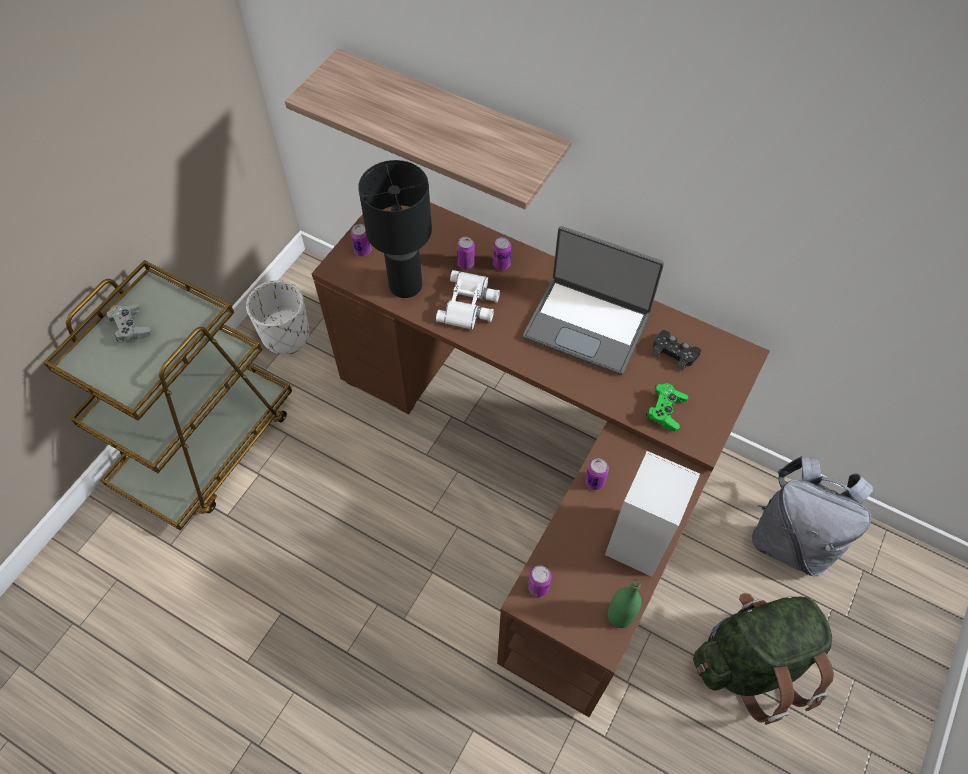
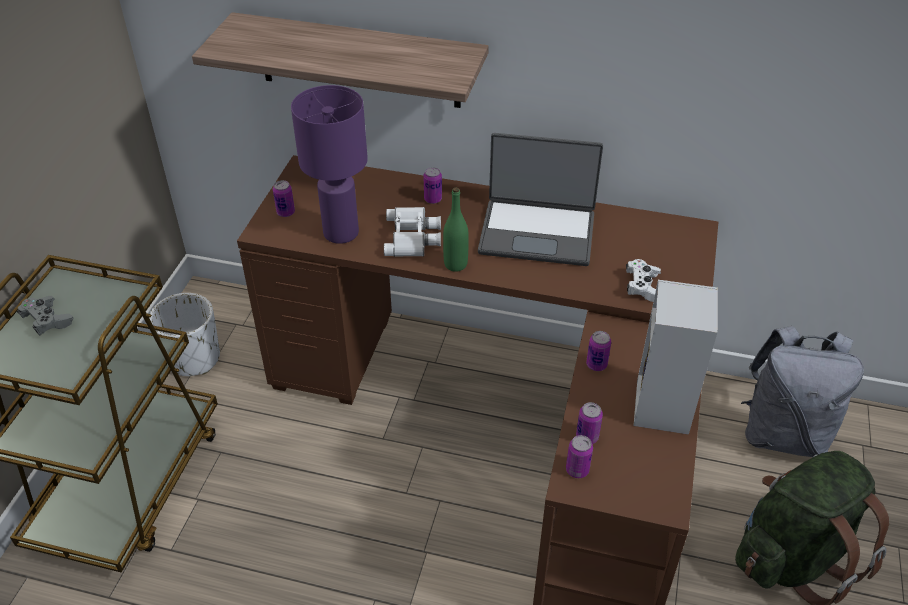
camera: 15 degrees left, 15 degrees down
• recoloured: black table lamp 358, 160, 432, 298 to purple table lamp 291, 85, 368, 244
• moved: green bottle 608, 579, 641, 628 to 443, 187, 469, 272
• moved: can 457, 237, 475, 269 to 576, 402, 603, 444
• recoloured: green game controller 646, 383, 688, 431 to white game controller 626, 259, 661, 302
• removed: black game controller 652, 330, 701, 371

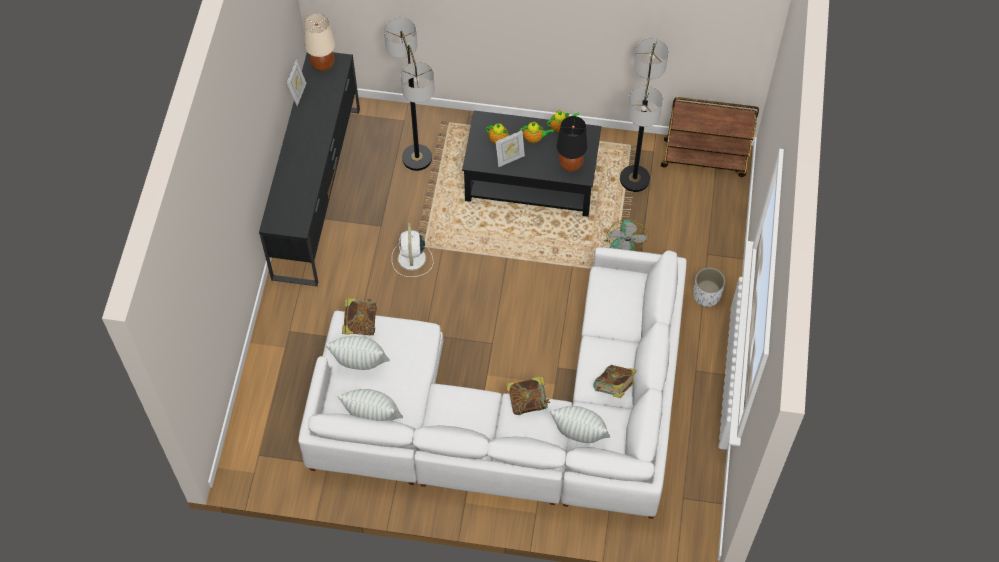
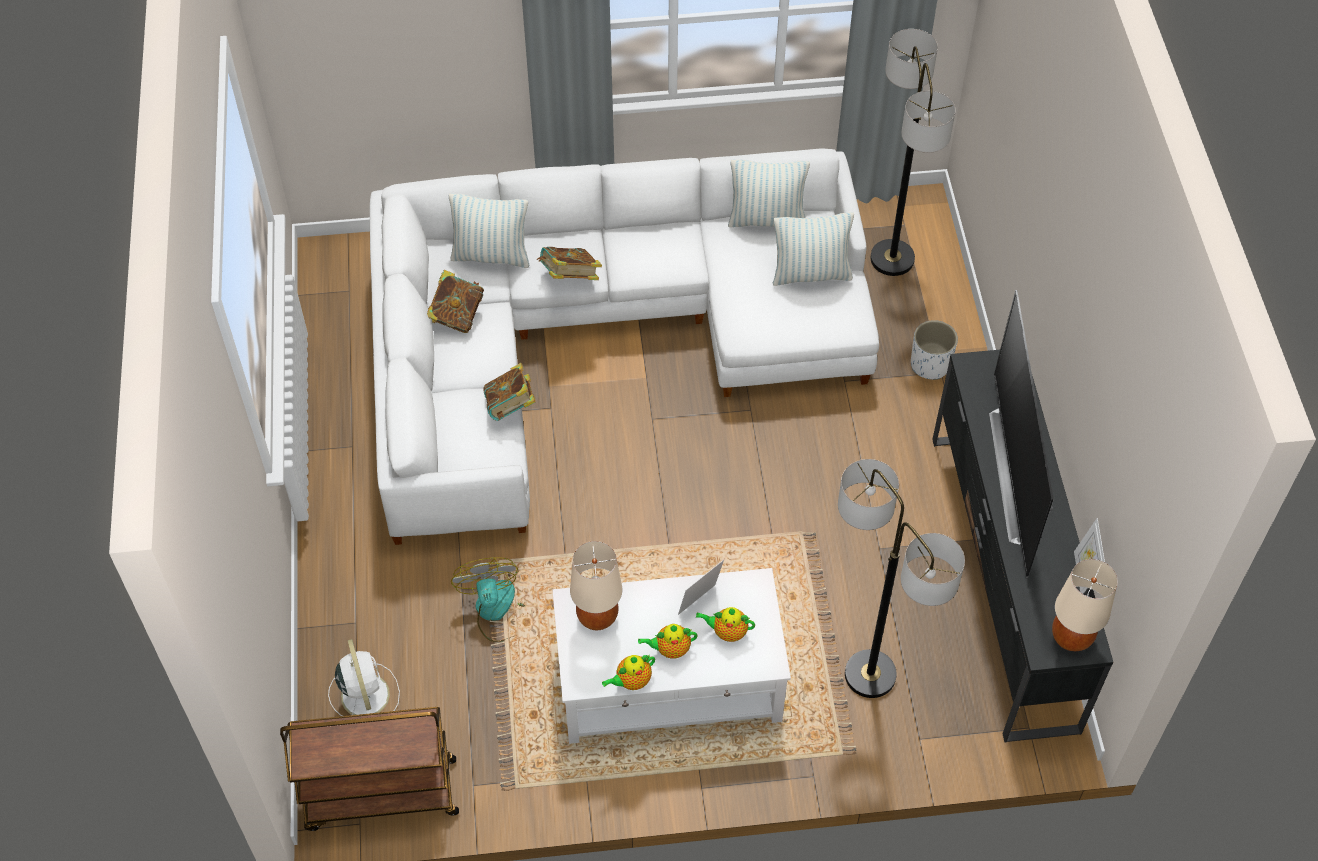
camera: 165 degrees right, 5 degrees down
• moved: white fan 392, 223, 433, 277 to 328, 639, 400, 716
• moved: book 342, 298, 377, 335 to 484, 363, 535, 421
• recoloured: black coffee table 462, 110, 601, 217 to white coffee table 552, 568, 791, 744
• recoloured: black table lamp 557, 116, 587, 172 to beige table lamp 570, 541, 622, 630
• moved: floor lamp 620, 38, 668, 192 to 870, 29, 955, 276
• moved: white planter 693, 268, 725, 307 to 911, 320, 958, 380
• added: television 989, 290, 1054, 577

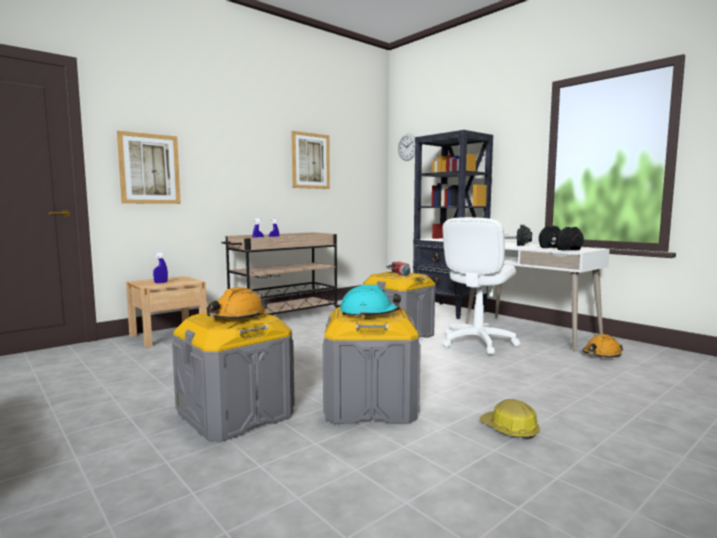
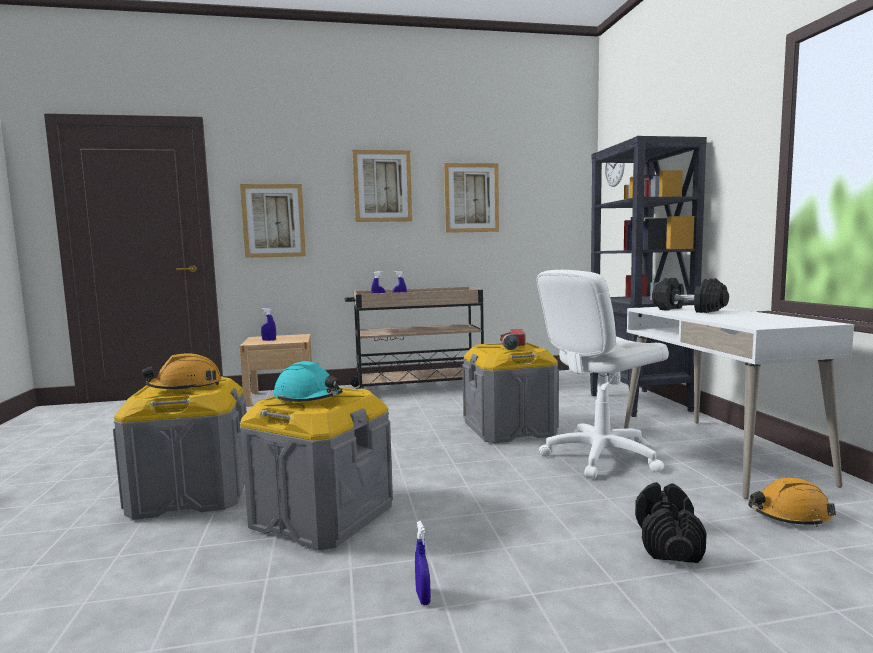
camera: 30 degrees right, 0 degrees up
• added: picture 352, 150, 412, 222
• replaced: hard hat 479, 399, 540, 439 to blue spray bottle 415, 521, 431, 605
• moved: black dumbbell 539, 226, 584, 251 to 635, 482, 707, 563

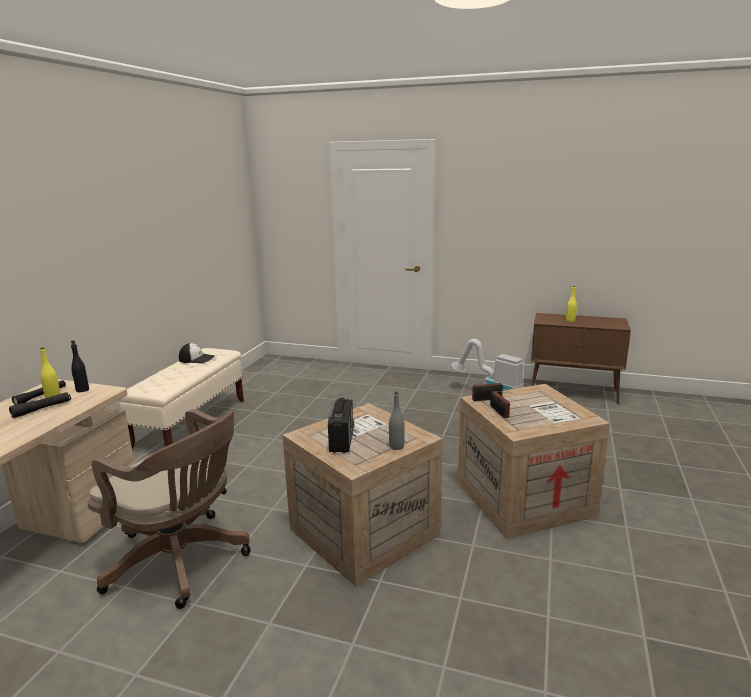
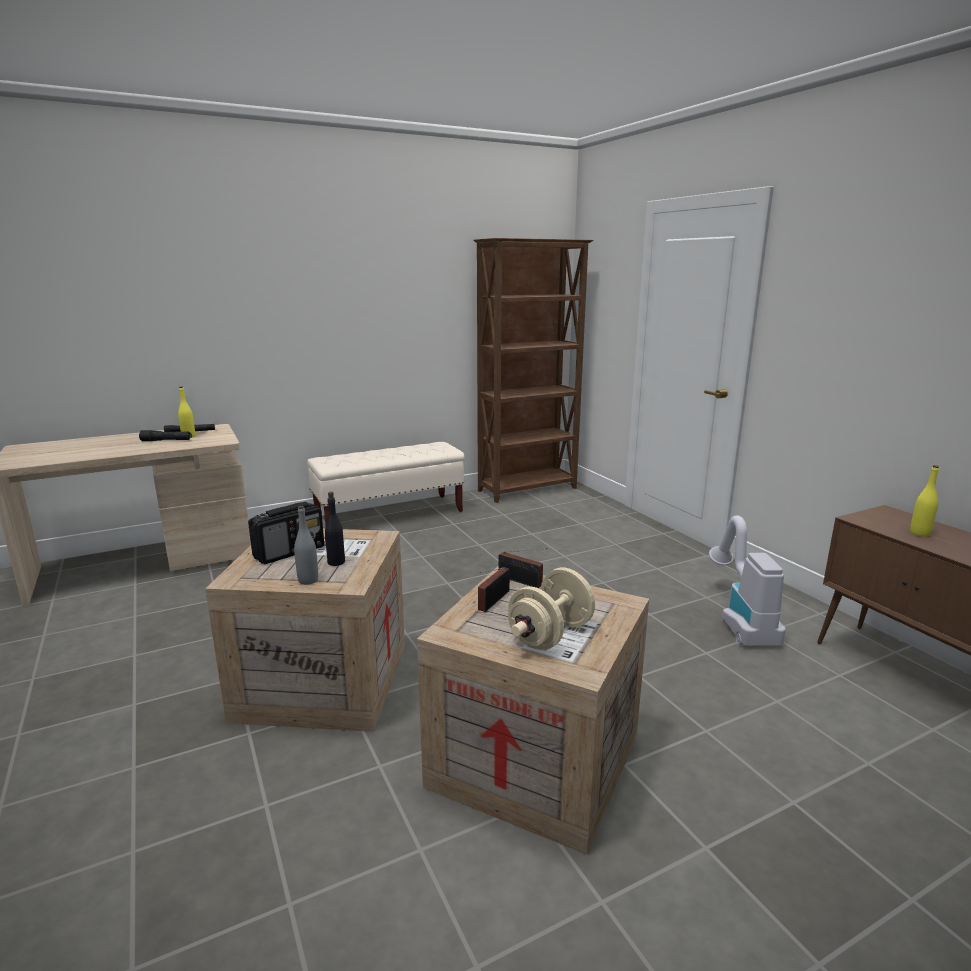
camera: 45 degrees right, 0 degrees up
• moved: black bottle 71, 340, 89, 392 to 325, 492, 345, 566
• added: brown bookcase 473, 238, 594, 503
• added: beige dumbbell 508, 568, 595, 650
• removed: brown office chair 88, 409, 251, 609
• removed: cap 179, 343, 215, 363

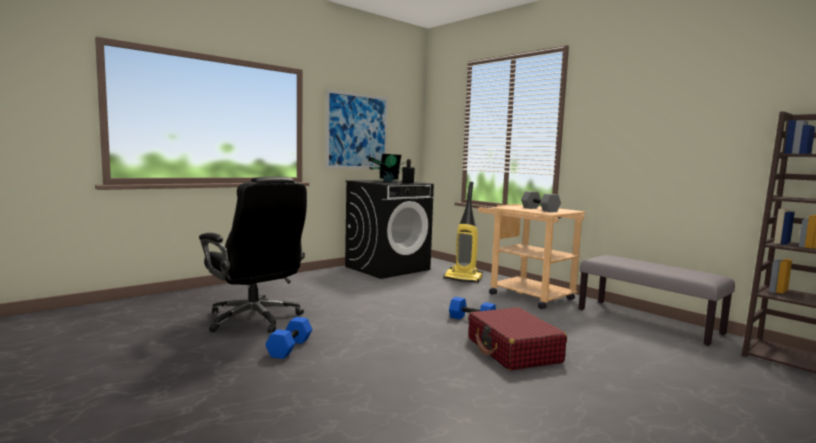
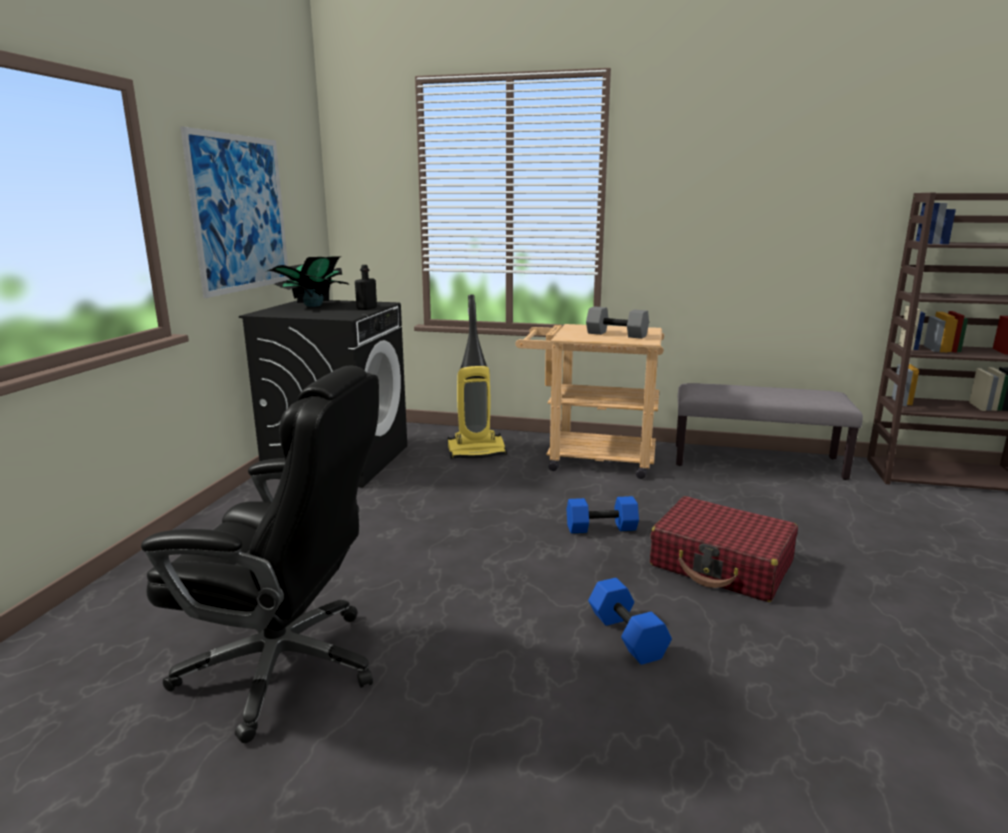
camera: 35 degrees left, 10 degrees up
• moved: blue dumbbell 265, 317, 312, 359 to 588, 578, 672, 665

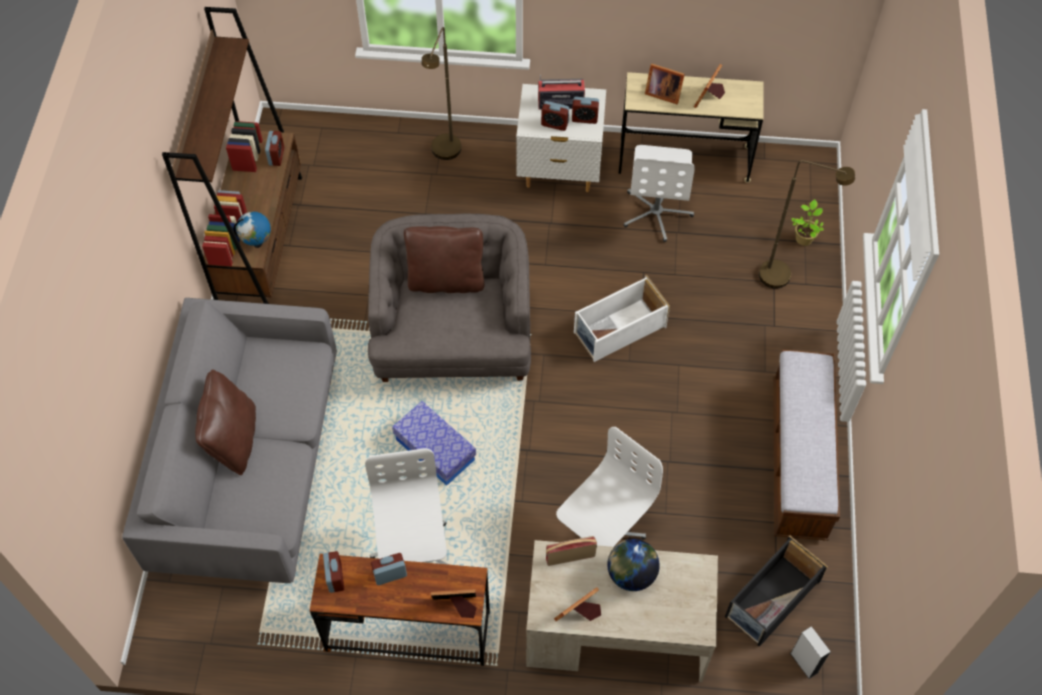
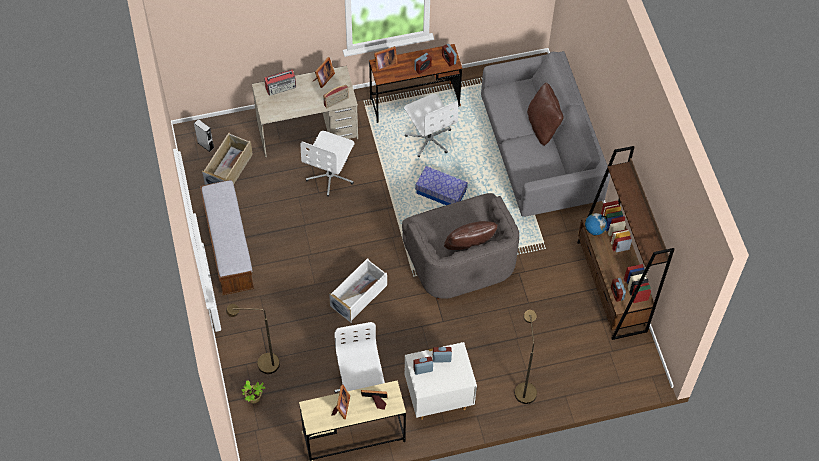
camera: 160 degrees right, 0 degrees up
• recoloured: black storage box 725, 536, 828, 647 to beige storage box 202, 133, 253, 185
• moved: radio 538, 75, 585, 109 to 264, 70, 296, 95
• removed: globe 607, 539, 660, 591

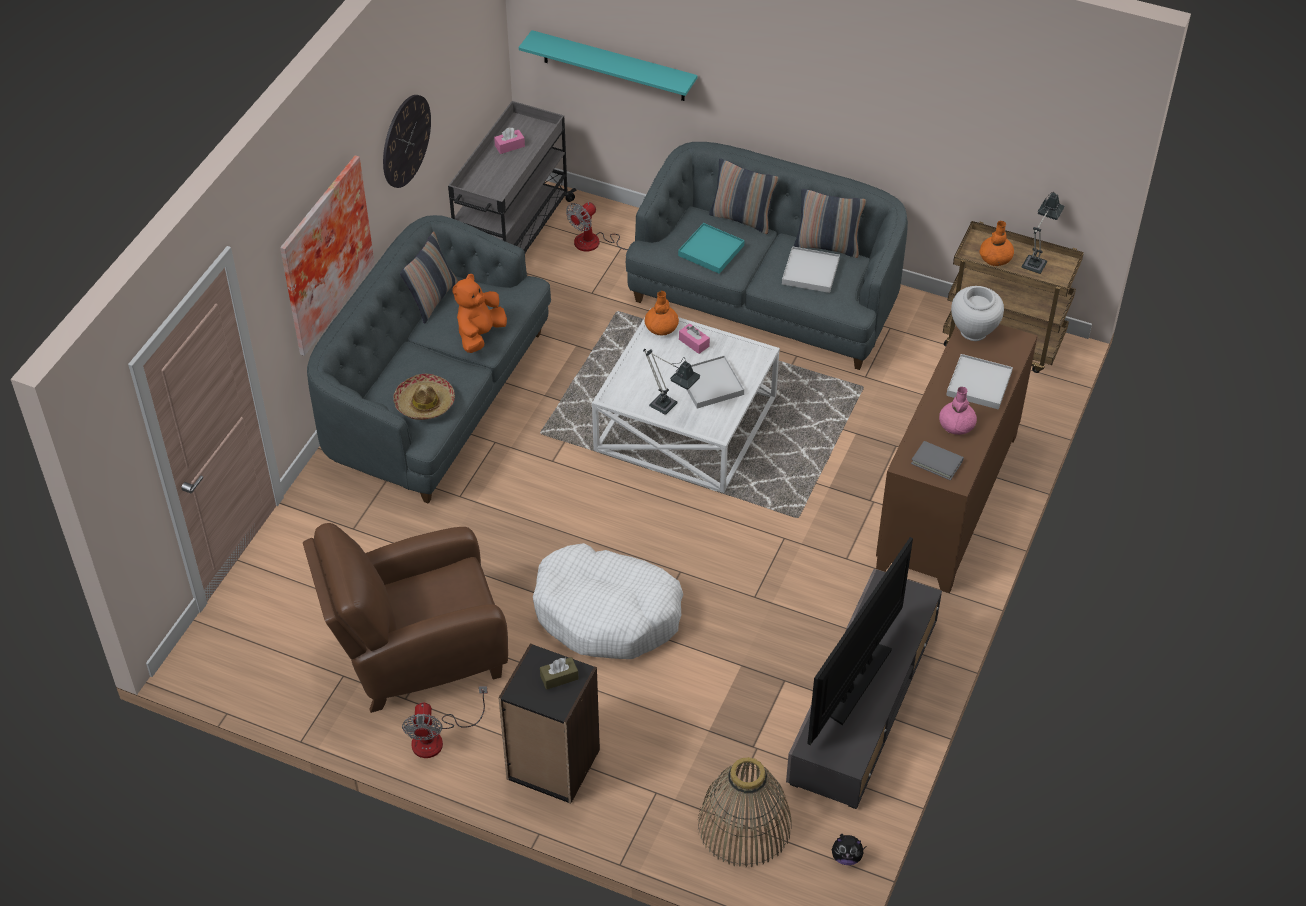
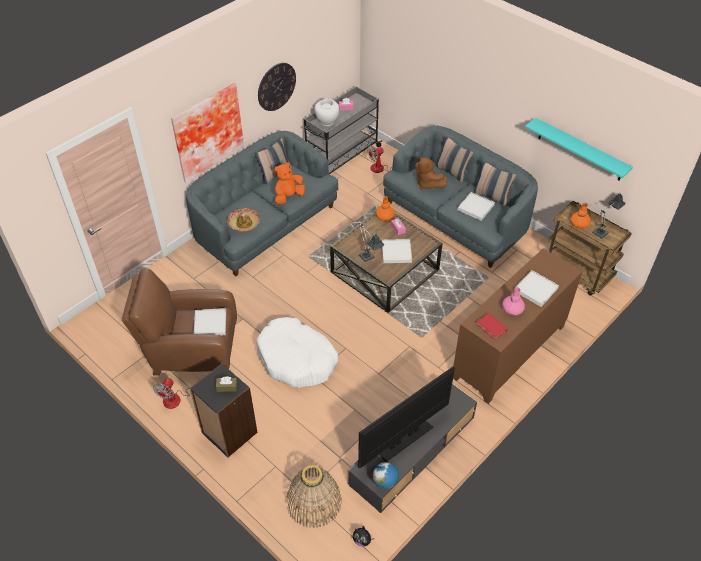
camera: 20 degrees right, 0 degrees up
• added: white tray 194, 308, 226, 336
• moved: white vase 951, 286, 1004, 341 to 314, 99, 340, 126
• recoloured: white coffee table 592, 317, 780, 493 to brown coffee table 330, 212, 443, 313
• added: globe 372, 462, 399, 489
• replaced: turquoise tray 678, 223, 745, 274 to brown plush toy 415, 156, 447, 189
• recoloured: grey book 911, 441, 964, 481 to red book 476, 313, 508, 340
• moved: turquoise shelf 519, 30, 697, 101 to 525, 118, 633, 181

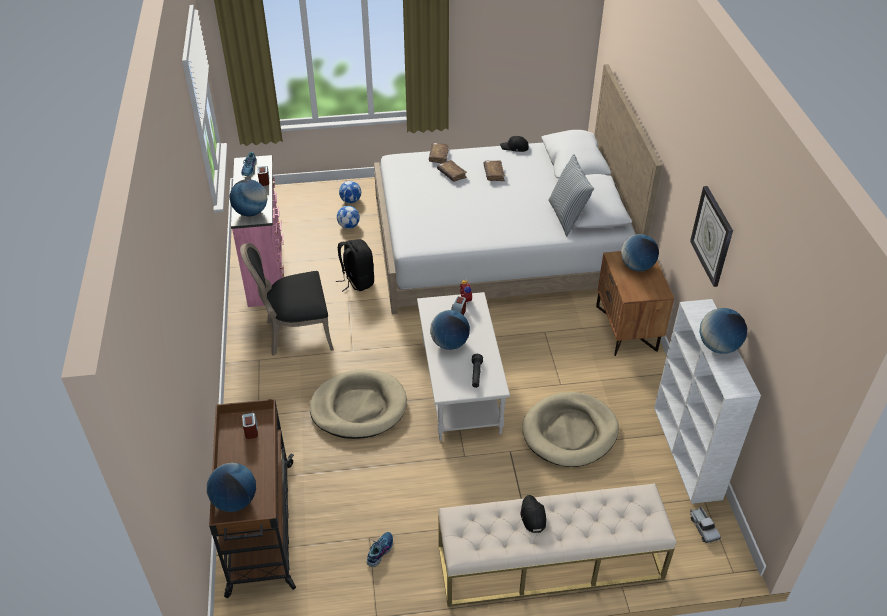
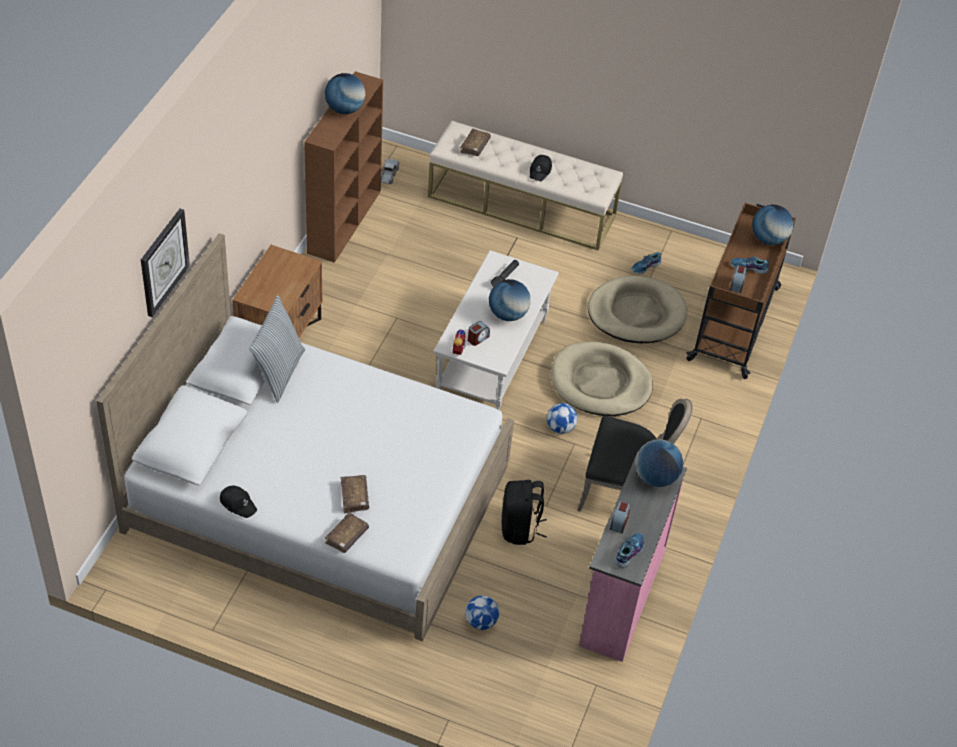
camera: 155 degrees left, 5 degrees up
• moved: wall clock 690, 186, 733, 287 to 141, 209, 190, 317
• recoloured: white bookcase 654, 299, 761, 504 to brown bookcase 304, 71, 383, 263
• moved: brown book 483, 160, 505, 181 to 460, 128, 491, 156
• moved: football 339, 181, 361, 203 to 547, 403, 578, 434
• moved: beige dog bed 522, 392, 619, 467 to 588, 276, 687, 343
• added: shoe 731, 256, 770, 274
• removed: globe 621, 234, 659, 271

